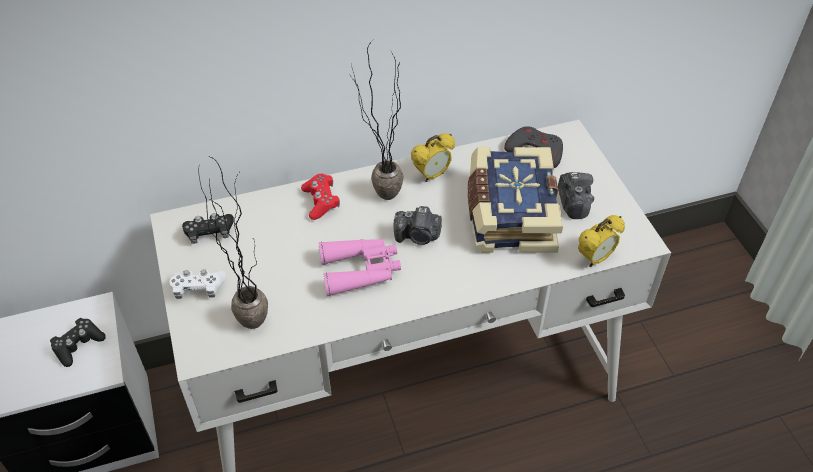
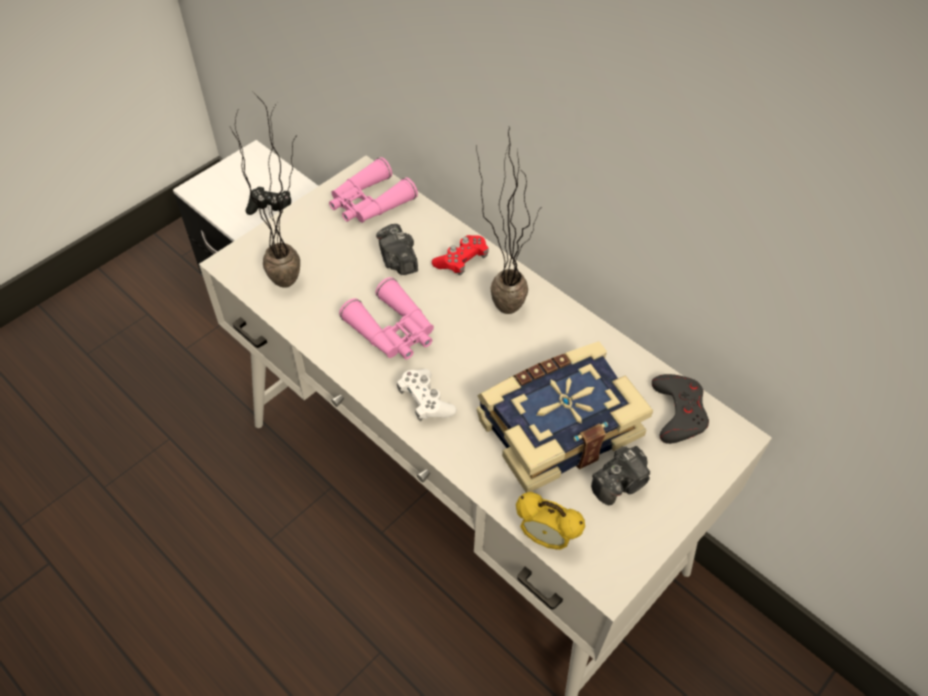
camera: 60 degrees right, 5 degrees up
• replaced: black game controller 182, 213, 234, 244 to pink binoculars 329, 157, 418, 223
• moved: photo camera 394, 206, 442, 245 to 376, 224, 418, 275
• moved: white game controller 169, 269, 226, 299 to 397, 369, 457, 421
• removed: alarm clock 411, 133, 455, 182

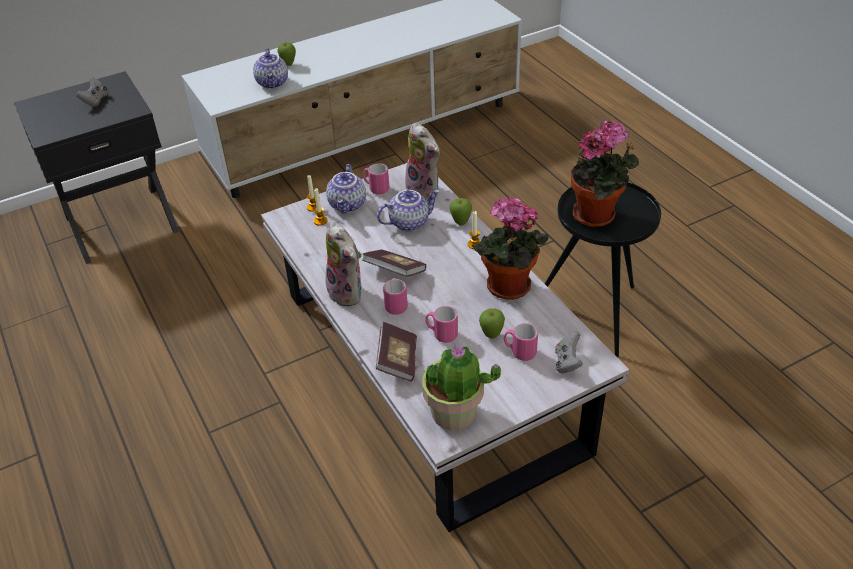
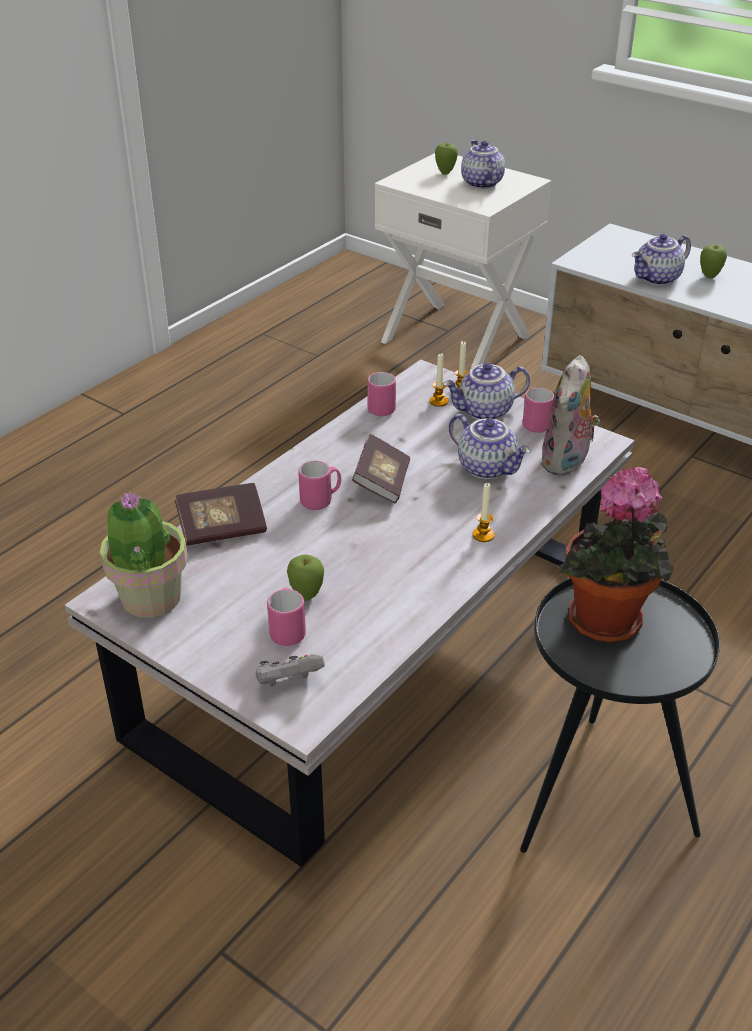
camera: 65 degrees right, 5 degrees down
• moved: pink mug 425, 306, 458, 343 to 367, 372, 396, 416
• recoloured: black nightstand 14, 71, 179, 264 to white nightstand 375, 153, 551, 372
• moved: apple 450, 198, 472, 225 to 435, 143, 458, 175
• replaced: grey game controller 76, 77, 108, 107 to teapot 461, 140, 505, 189
• removed: plush toy 326, 222, 362, 307
• removed: potted plant 472, 197, 548, 300

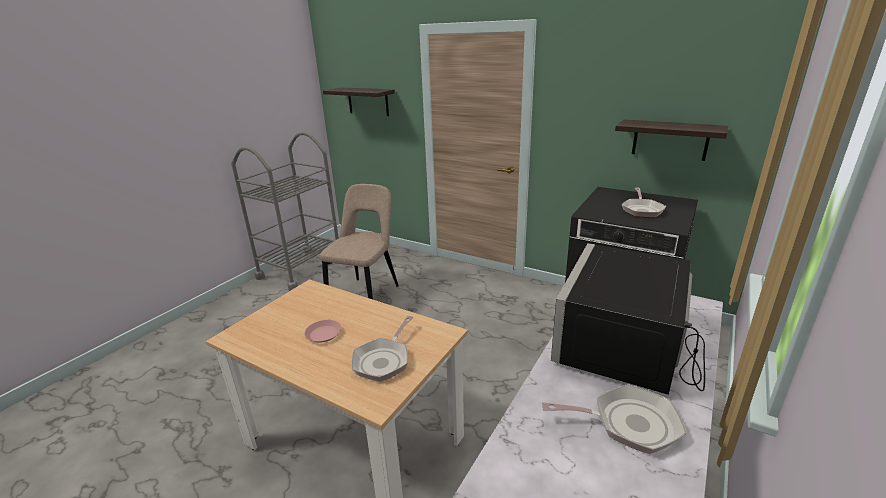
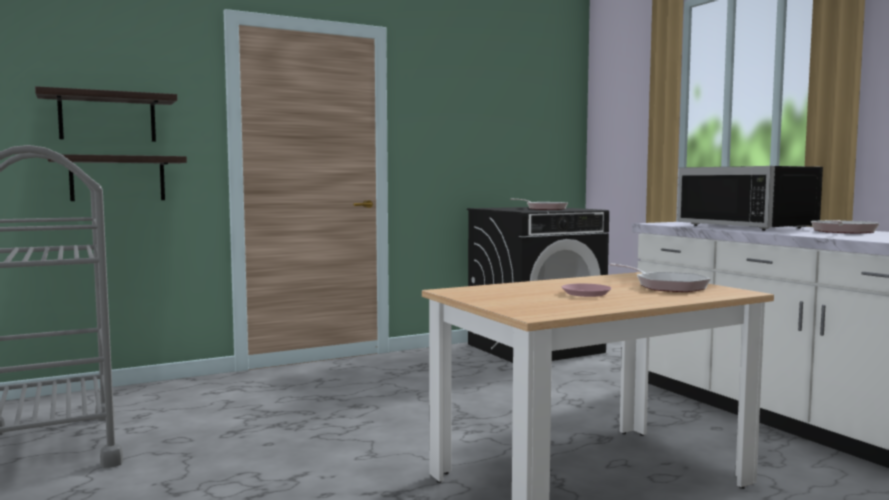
camera: 60 degrees left, 20 degrees down
• moved: shelf 615, 120, 729, 161 to 48, 154, 187, 201
• removed: beige chair 320, 184, 399, 299

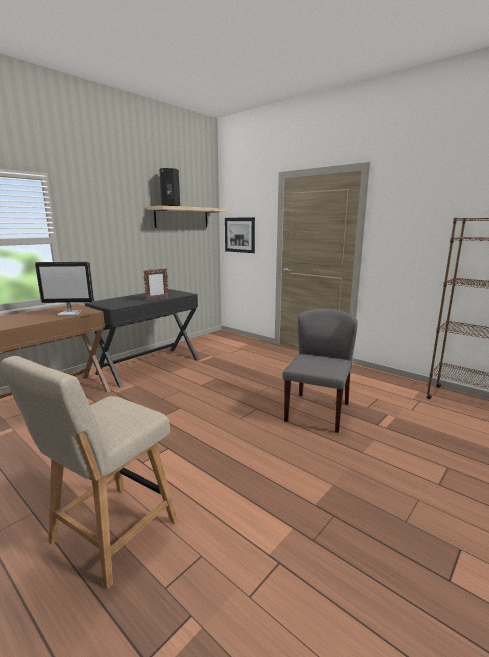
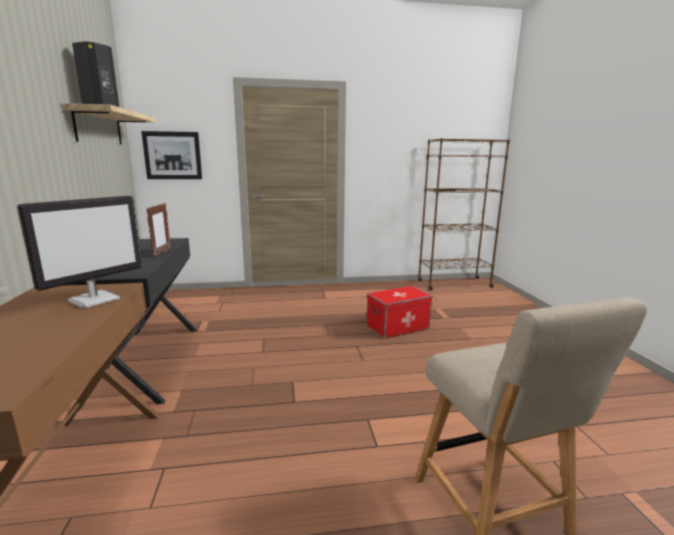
camera: 50 degrees left, 0 degrees up
• replaced: grey chair 282, 308, 358, 433 to storage box 367, 286, 433, 339

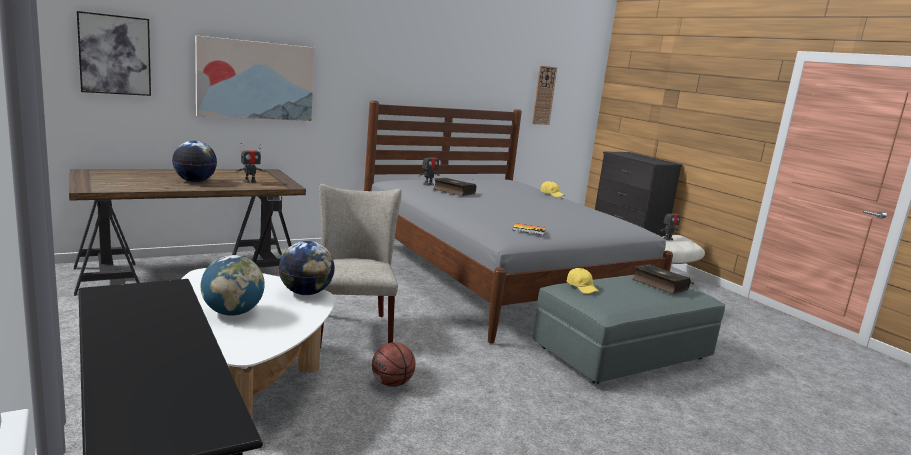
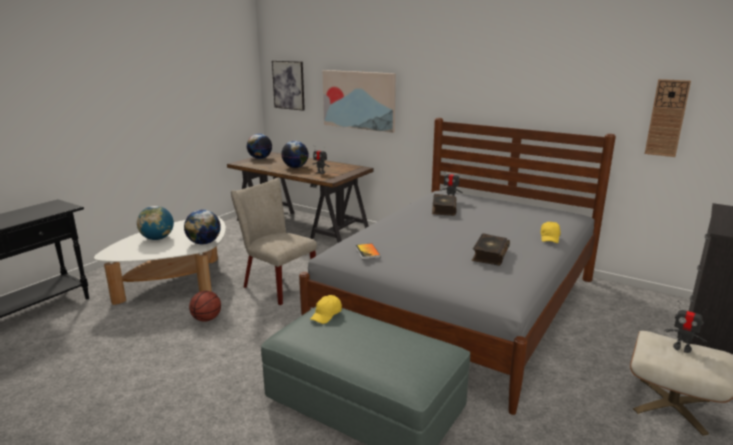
camera: 65 degrees right, 5 degrees up
• turned: beige chair 319, 184, 402, 348 = 231, 178, 317, 305 105 degrees counterclockwise
• added: globe 247, 134, 272, 159
• moved: book 632, 264, 691, 294 to 472, 233, 510, 266

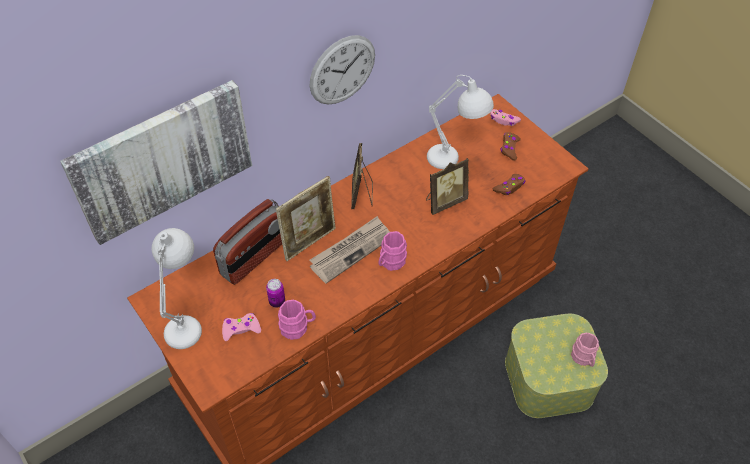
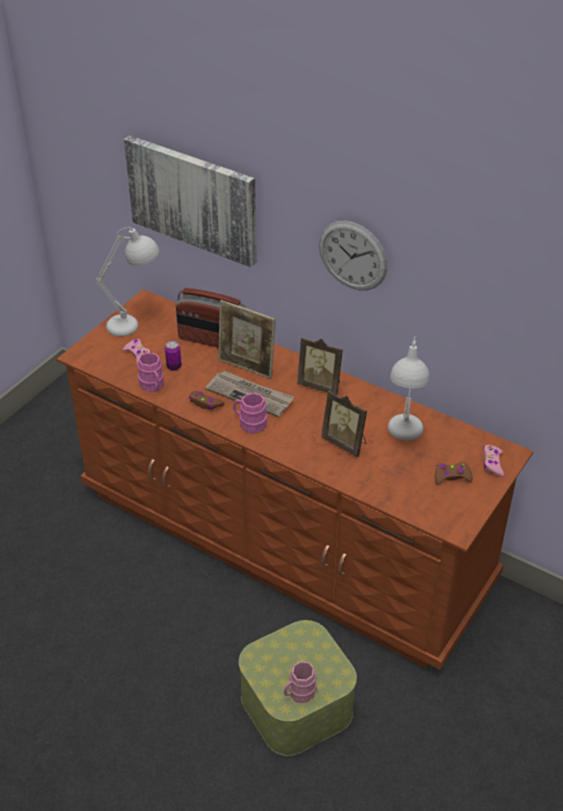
camera: 70 degrees right, 10 degrees down
• moved: brown game controller 493, 174, 525, 195 to 189, 391, 224, 410
• turned: picture frame 351, 143, 373, 209 = 297, 337, 343, 395 135 degrees counterclockwise

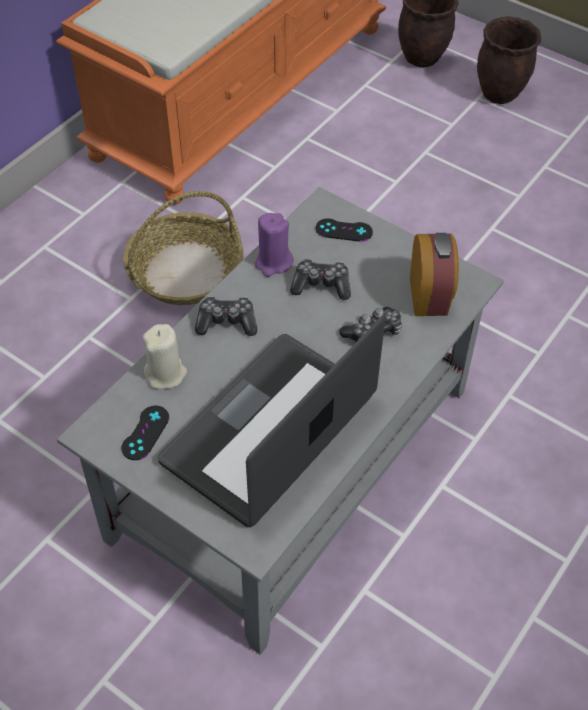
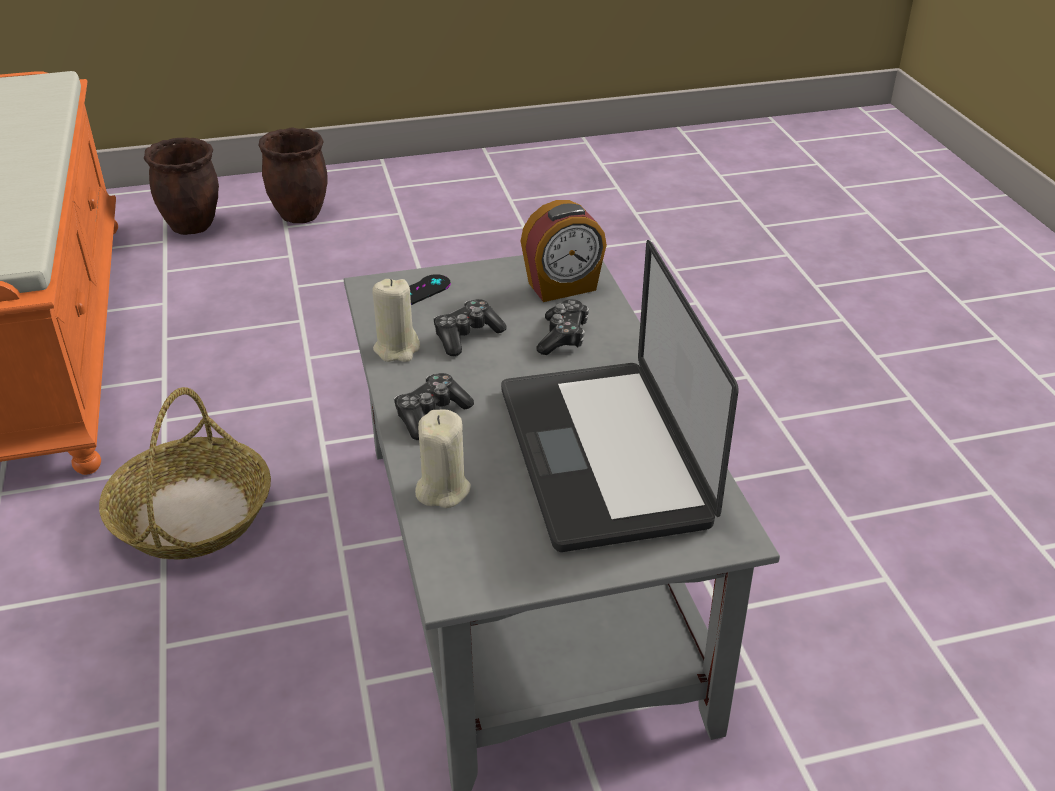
camera: 50 degrees left, 15 degrees down
• recoloured: purple candle 255, 213, 294, 277 to beige candle 372, 279, 420, 362
• turned: alarm clock 410, 233, 459, 316 = 521, 200, 607, 302 120 degrees clockwise
• removed: black game controller 121, 406, 169, 460

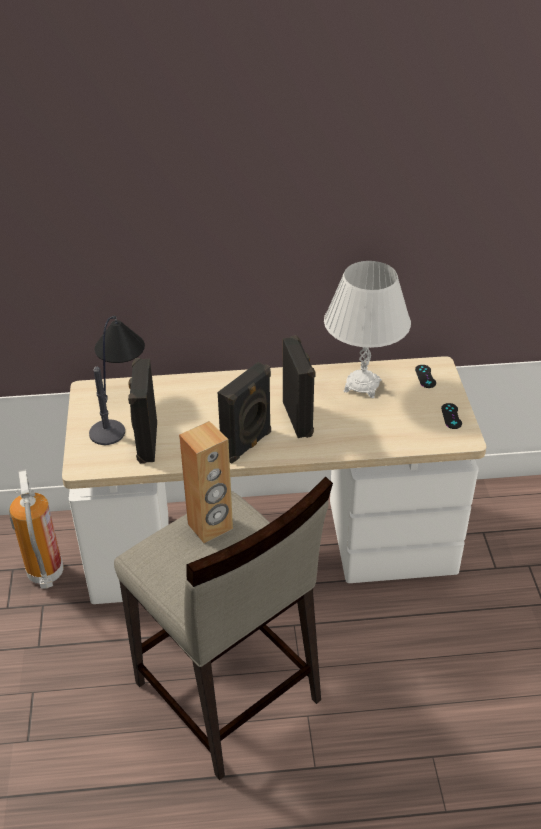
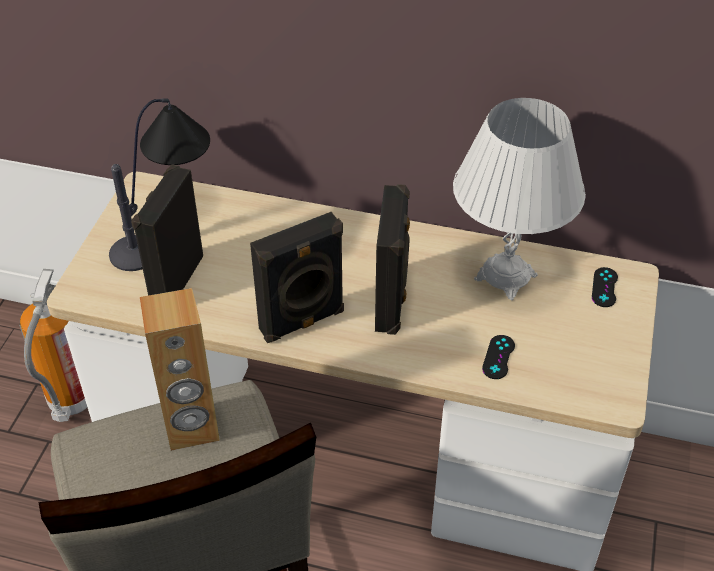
camera: 20 degrees right, 5 degrees up
• moved: black game controller 441, 403, 462, 429 to 482, 335, 515, 379

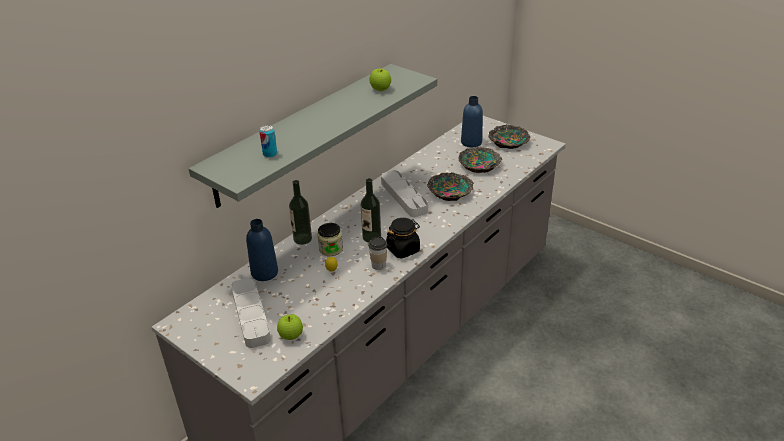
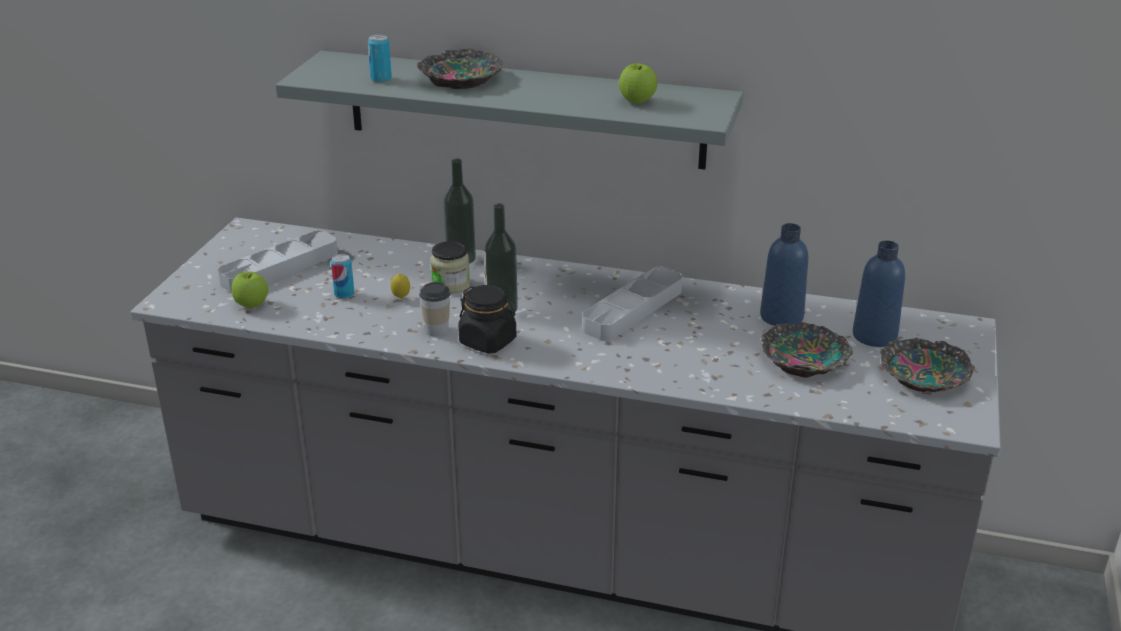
camera: 65 degrees right, 5 degrees down
• added: can 331, 254, 355, 299
• moved: bowl 427, 172, 474, 201 to 417, 48, 502, 89
• moved: blue bottle 246, 219, 278, 281 to 760, 223, 808, 326

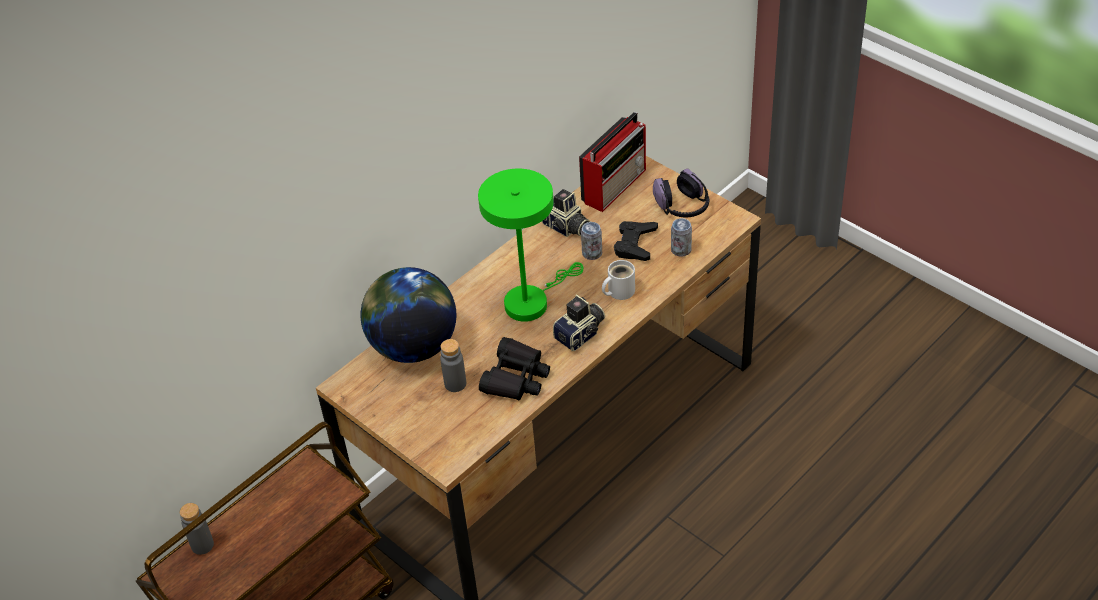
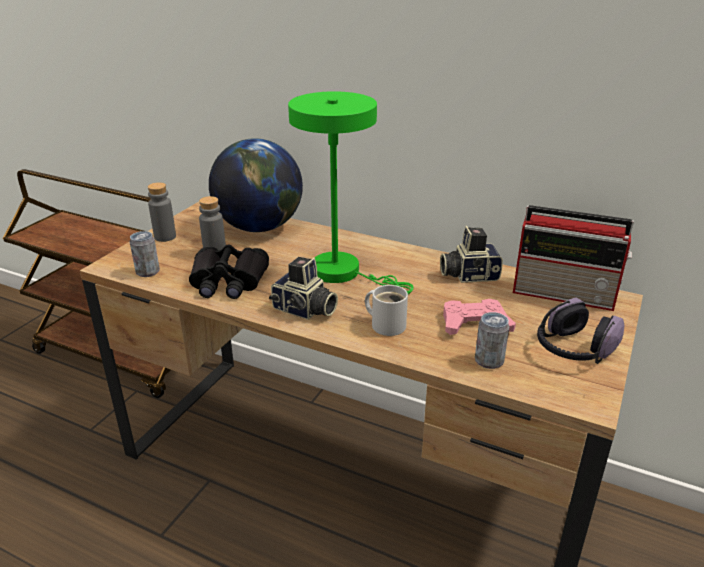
camera: 70 degrees right, 15 degrees down
• moved: can 581, 222, 602, 260 to 130, 231, 160, 277
• moved: grey bottle 180, 503, 214, 555 to 148, 182, 176, 242
• turned: photo camera 542, 189, 590, 237 = 440, 226, 503, 283 60 degrees clockwise
• recoloured: black game controller 614, 221, 658, 261 to pink game controller 443, 299, 516, 335

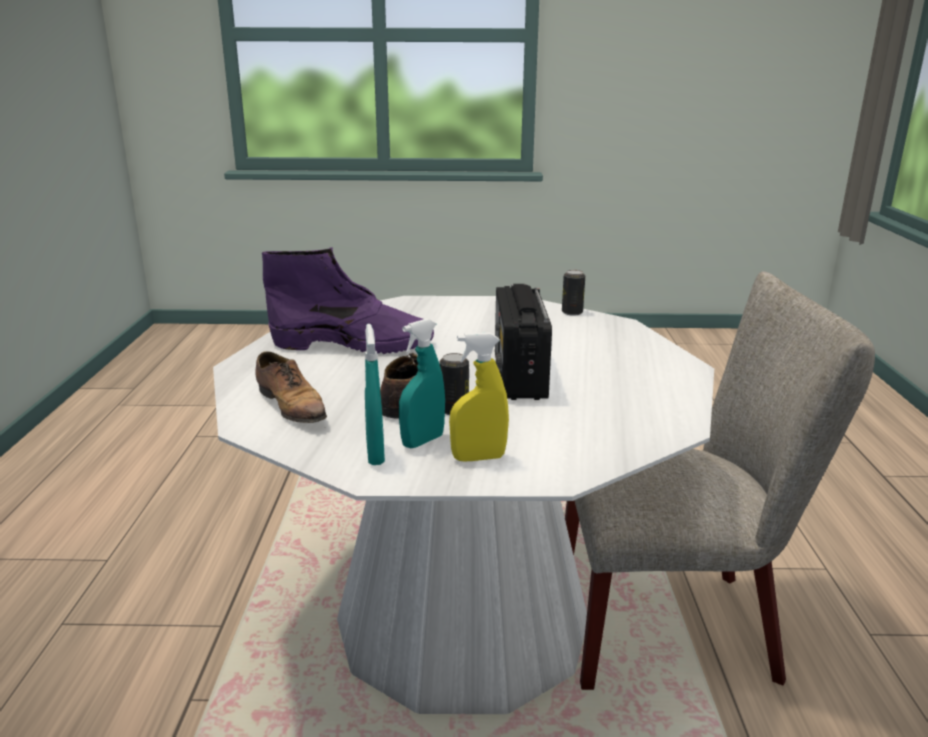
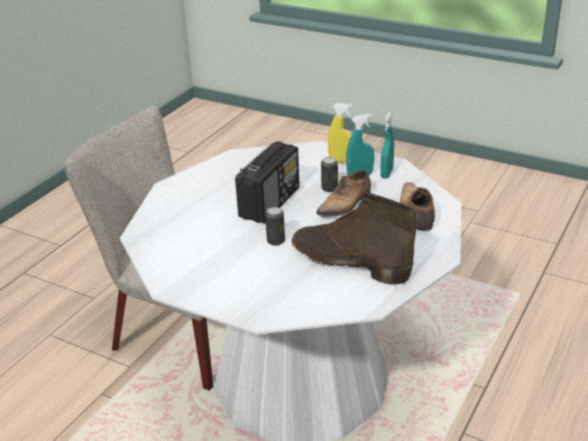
camera: 150 degrees left, 10 degrees up
• moved: can 562, 270, 585, 316 to 265, 207, 285, 246
• recoloured: purple boot 262, 247, 434, 354 to brown boot 292, 193, 416, 285

